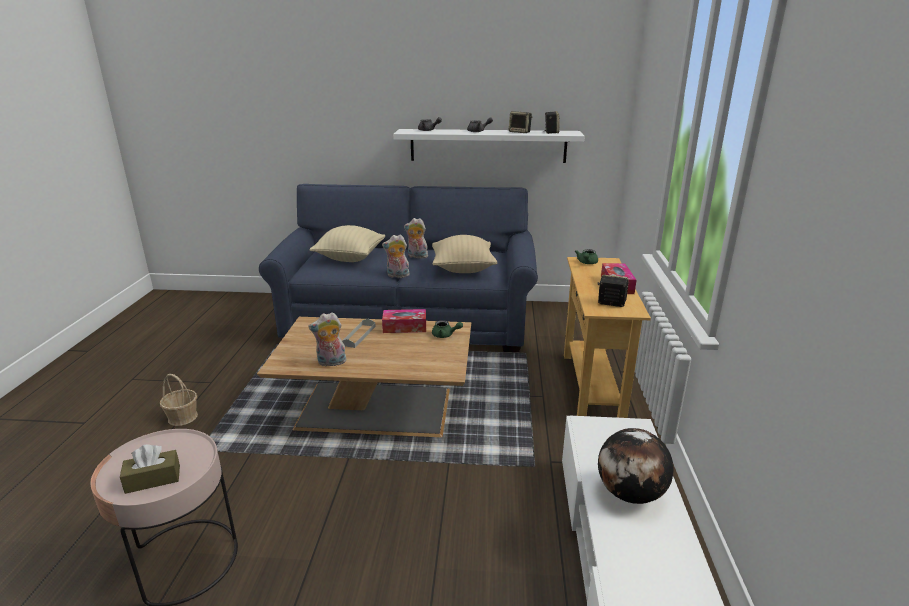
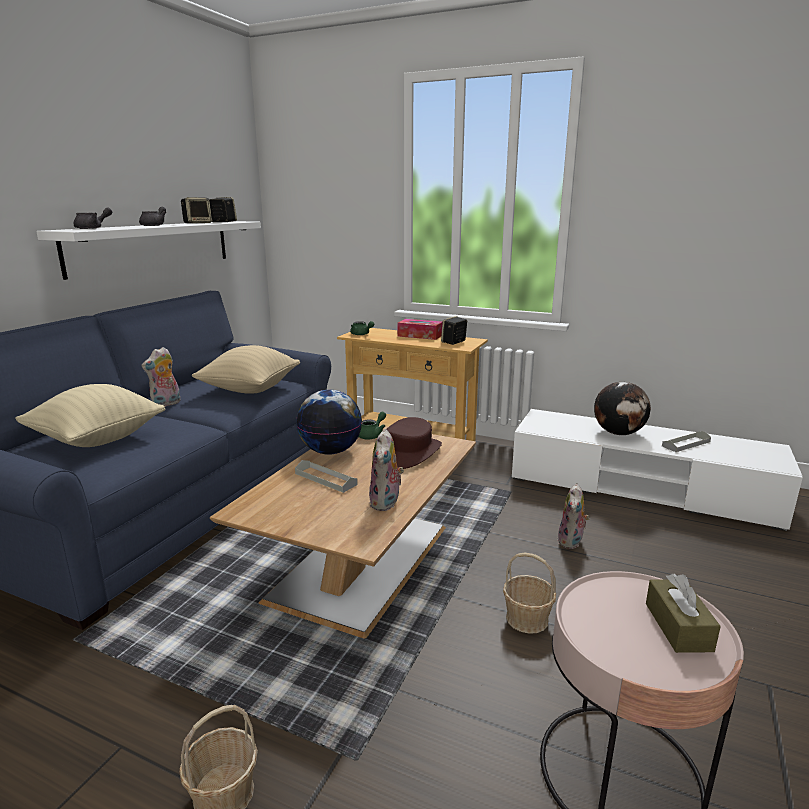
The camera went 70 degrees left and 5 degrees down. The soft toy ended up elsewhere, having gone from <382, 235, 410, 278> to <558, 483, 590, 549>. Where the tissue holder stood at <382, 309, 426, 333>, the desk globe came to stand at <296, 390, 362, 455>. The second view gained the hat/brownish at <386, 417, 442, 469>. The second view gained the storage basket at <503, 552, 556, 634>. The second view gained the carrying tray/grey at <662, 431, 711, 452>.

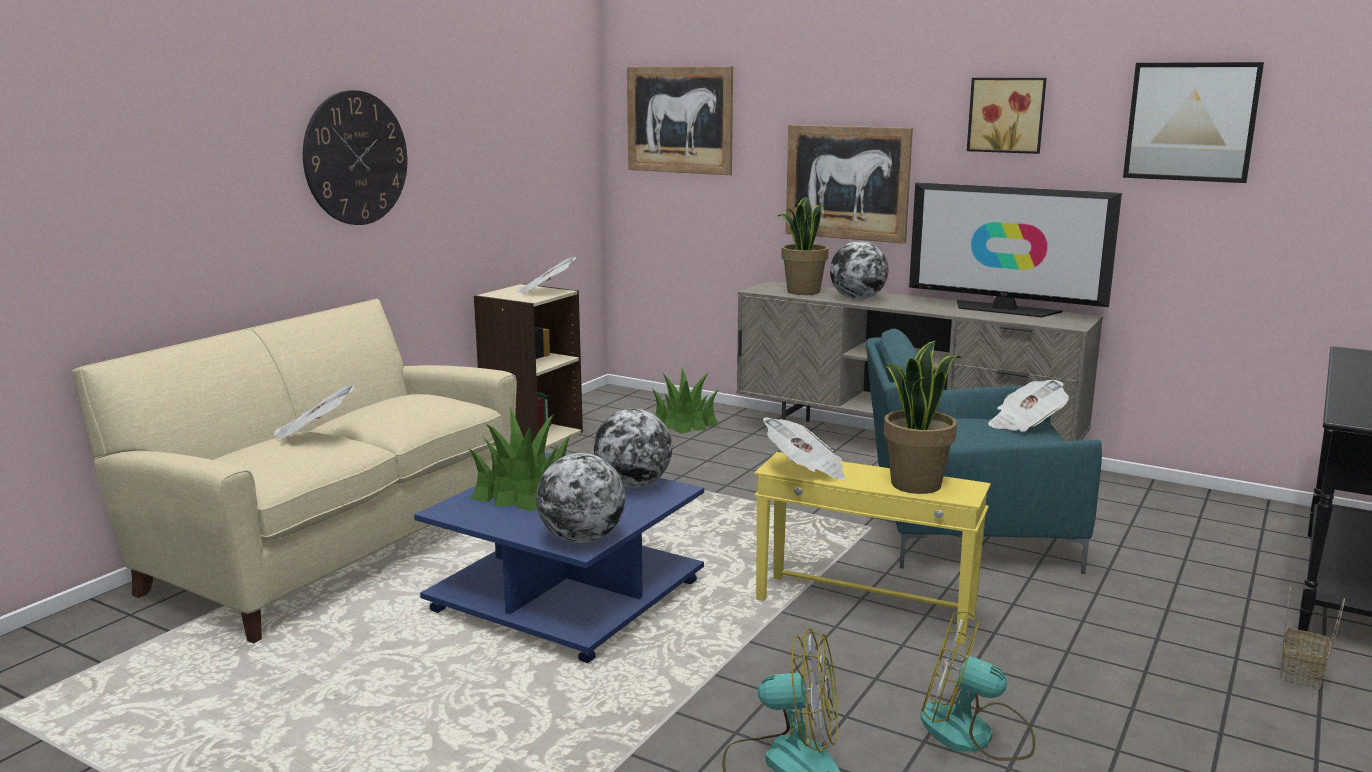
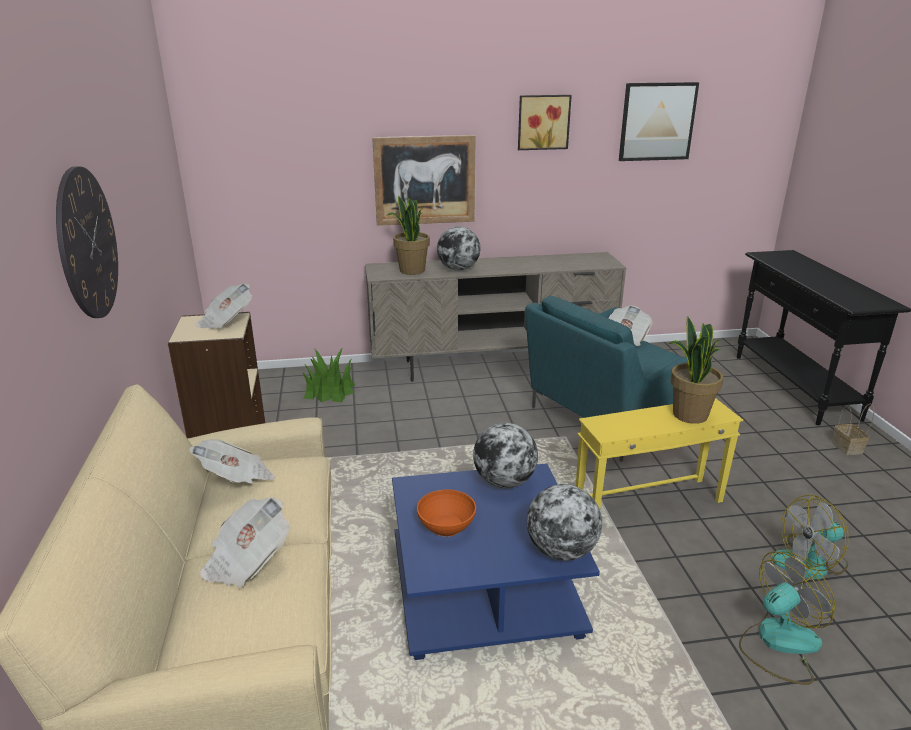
The camera went 40 degrees left and 10 degrees up. Where the houseplant stood at <469, 408, 571, 511>, the bowl/orangey came to stand at <417, 489, 476, 537>. The second view lost the wall picture at <627, 67, 733, 175>. The newspaper ended up elsewhere, having gone from <763, 417, 845, 480> to <189, 439, 276, 483>. The second view lost the TV set at <909, 183, 1122, 317>.

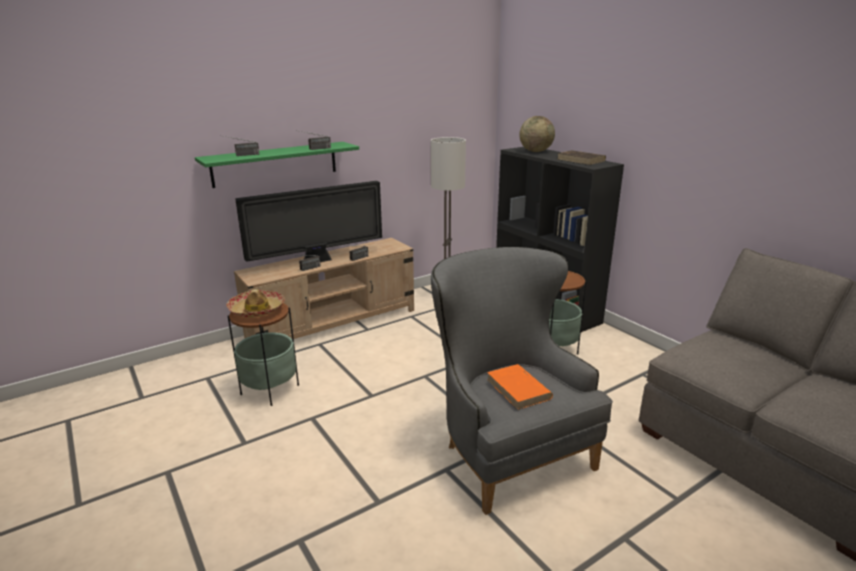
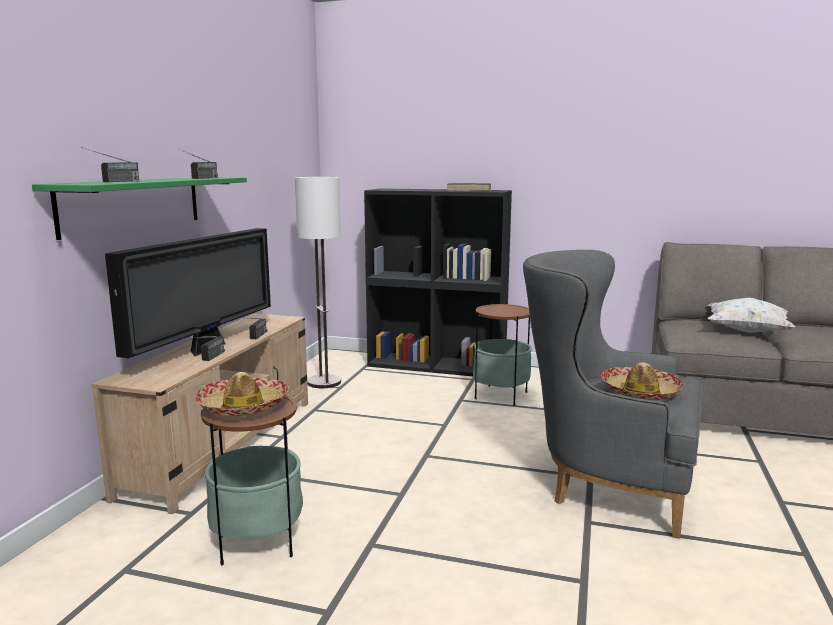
The camera went 40 degrees left and 10 degrees down. Where the volume/orangey stood at <487, 364, 553, 410>, the hat came to stand at <601, 362, 685, 400>. The second view lost the desk globe at <519, 116, 555, 152>. The second view gained the pillow/white-coloured at <707, 298, 795, 332>.

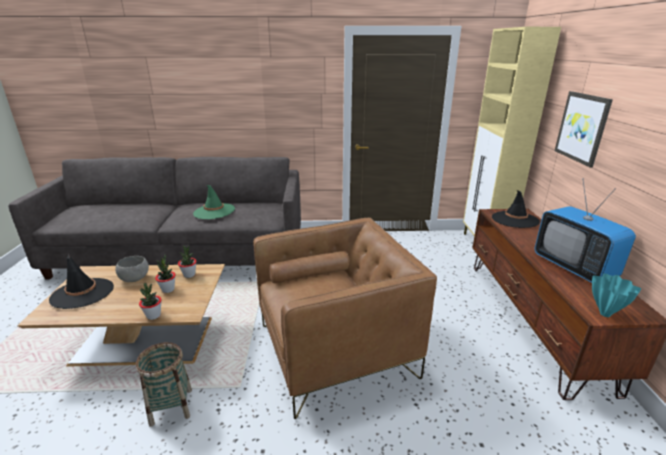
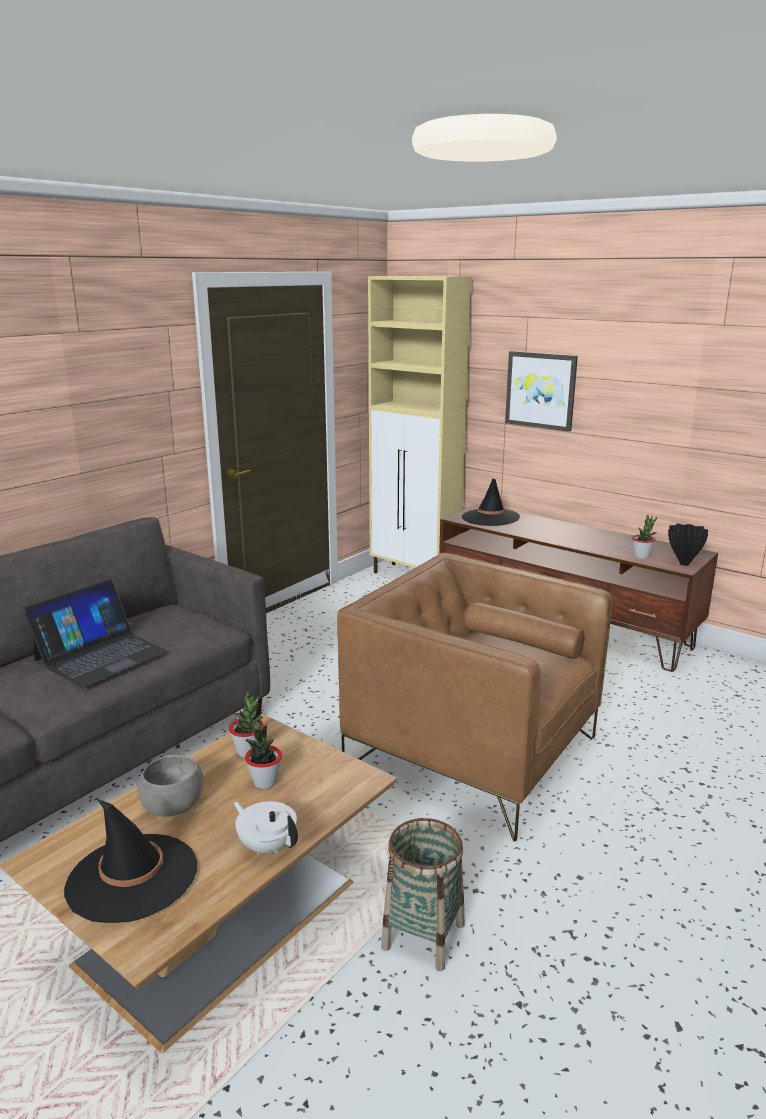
The camera went 50 degrees left and 5 degrees down. The houseplant ended up elsewhere, having gone from <139, 283, 162, 320> to <632, 515, 657, 559>. Where the hat/green-coloured stood at <193, 185, 235, 219>, the portable computer came to stand at <23, 579, 168, 688>. The lounge chair/brownish at <253, 218, 437, 419> ended up facing another way, 75 degrees counterclockwise from before. The second view lost the TV set at <535, 180, 636, 283>. What was the decorative vase/turquoise-coloured at <592, 273, 641, 317> turned into the decorative vase/blackish at <668, 523, 708, 566>. The second view gained the pot for tea/white-coloured at <233, 801, 298, 855>.

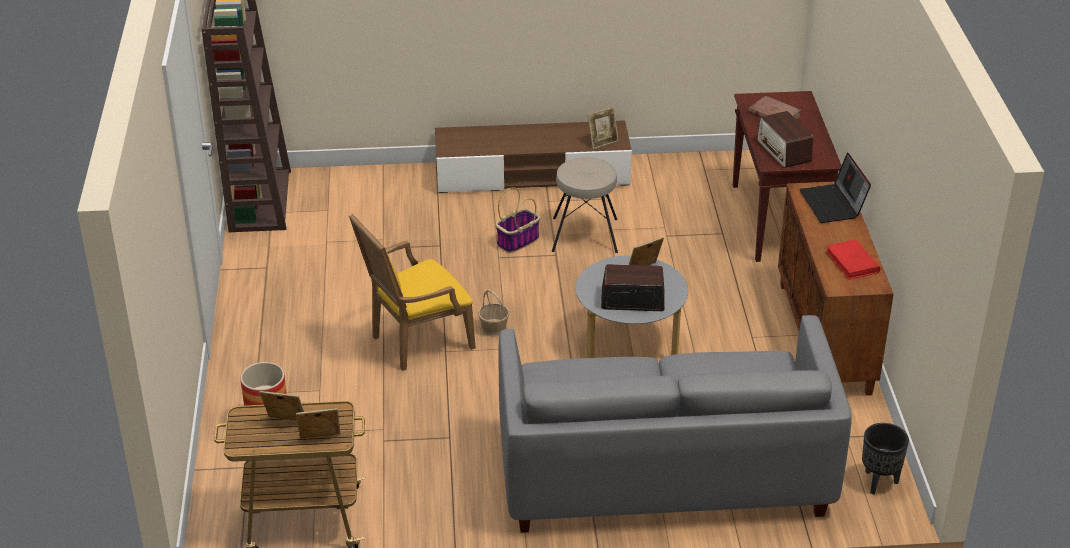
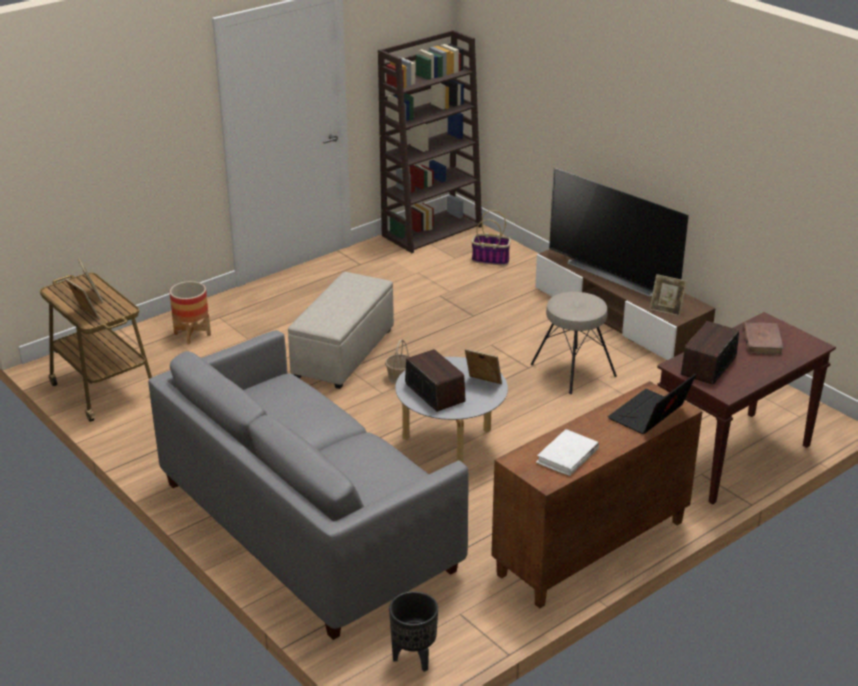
The camera went 55 degrees right and 5 degrees down. Where the lounge chair/yellow stood at <349, 214, 476, 371>, the ottoman/sand-coloured came to stand at <288, 272, 394, 389>. The storage basket ended up elsewhere, having gone from <496, 187, 540, 253> to <471, 210, 511, 266>. What was the volume/red at <826, 240, 880, 280> turned into the volume/white-coloured at <536, 429, 599, 476>. The second view gained the TV set at <549, 167, 689, 296>.

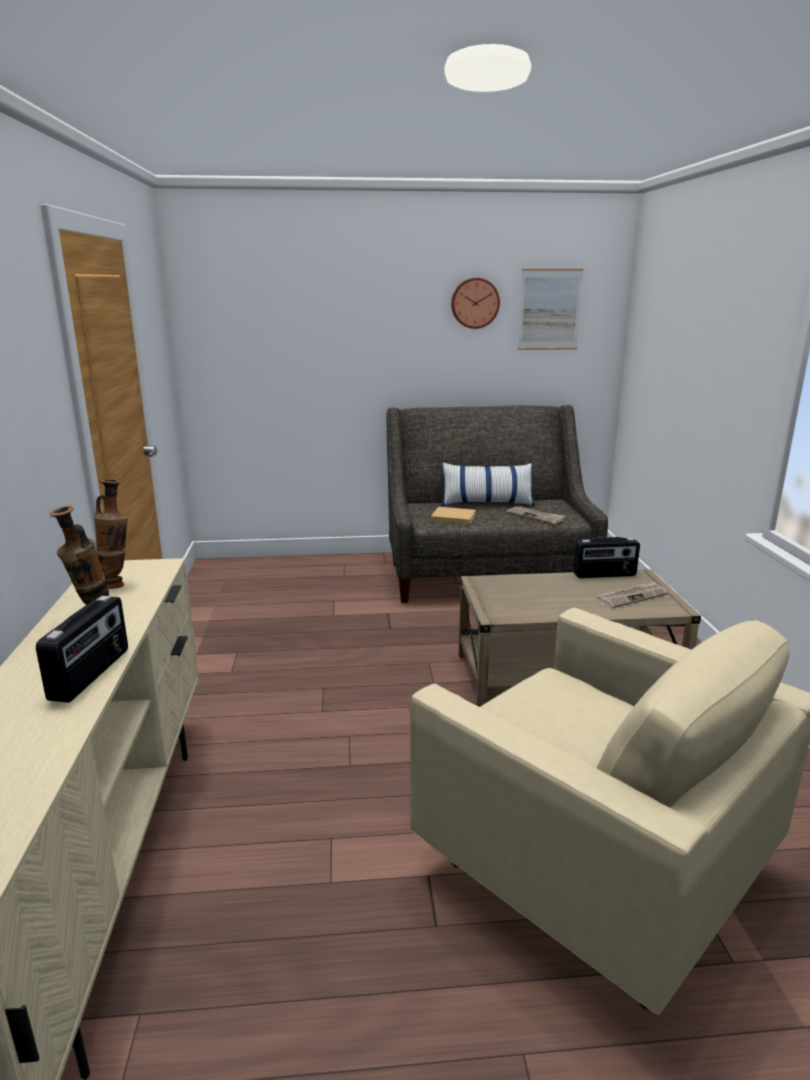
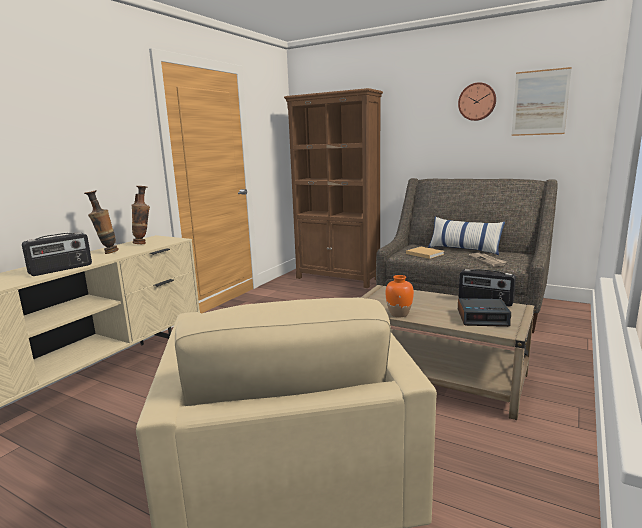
The camera went 35 degrees right and 5 degrees down. Where the newspaper stood at <597, 580, 667, 608>, the alarm clock came to stand at <458, 298, 511, 327>. The second view gained the bookshelf/brownish at <284, 88, 383, 288>. The second view gained the decorative vase/orangey at <385, 275, 414, 317>.

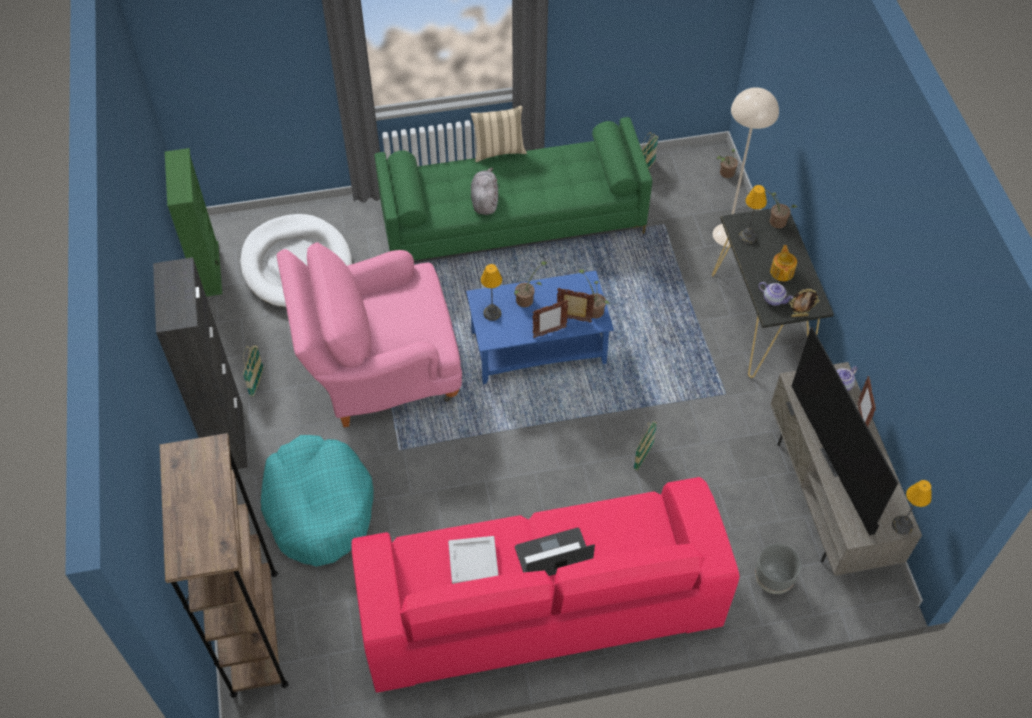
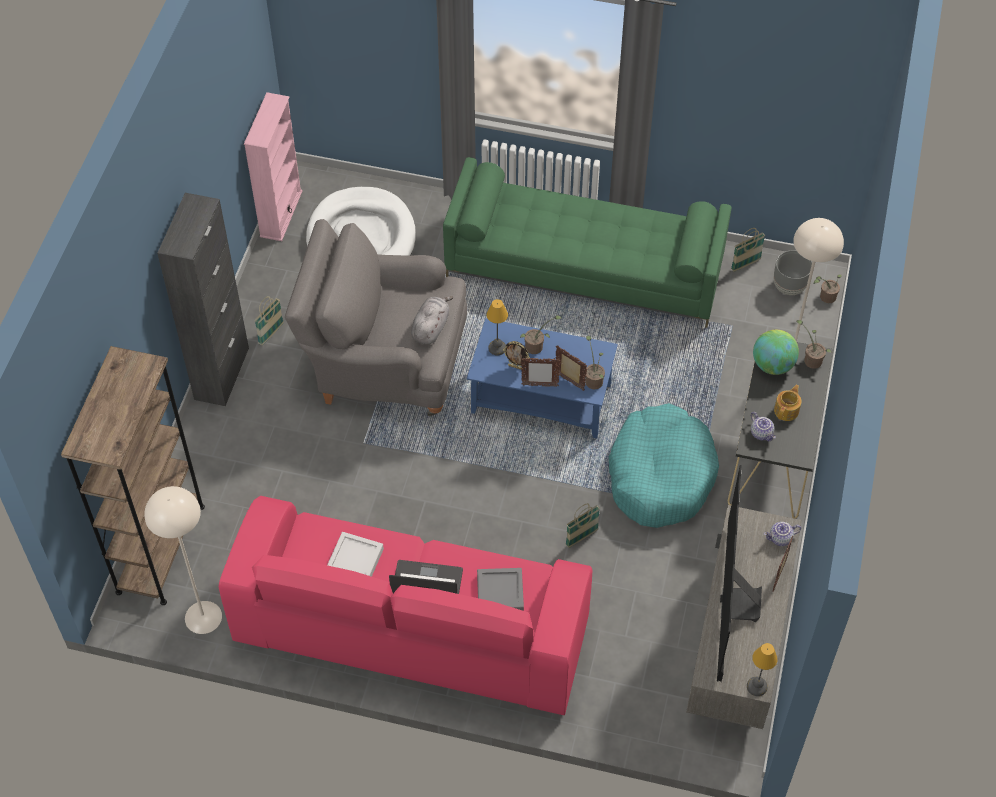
The camera went 25 degrees right and 0 degrees up. What was the bookshelf/green-coloured at <165, 148, 222, 297> turned into the bookshelf/pink at <244, 92, 303, 241>. The pet bed/turquoise-coloured ended up elsewhere, having gone from <261, 435, 373, 567> to <609, 403, 719, 528>. What was the lounge chair/pink at <277, 242, 462, 427> turned into the lounge chair/grey at <285, 219, 467, 416>. The second view lost the pillow/sand-coloured at <470, 105, 527, 162>. The soft toy/grey ended up elsewhere, having gone from <471, 168, 498, 215> to <411, 296, 454, 345>. Where the lamp for a table stood at <739, 185, 767, 244>, the desk globe came to stand at <753, 330, 799, 375>. The plant pot/grey ended up elsewhere, having gone from <755, 544, 801, 594> to <774, 250, 812, 295>. The picture frame ended up elsewhere, having gone from <790, 289, 819, 317> to <503, 341, 530, 370>. The second view gained the standing lamp/sand-coloured at <144, 486, 222, 634>. The second view gained the carrying tray/grey at <477, 568, 524, 611>.

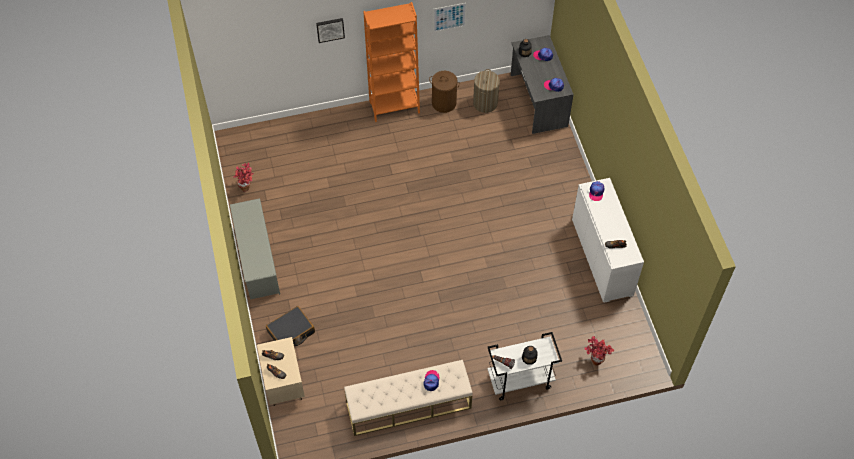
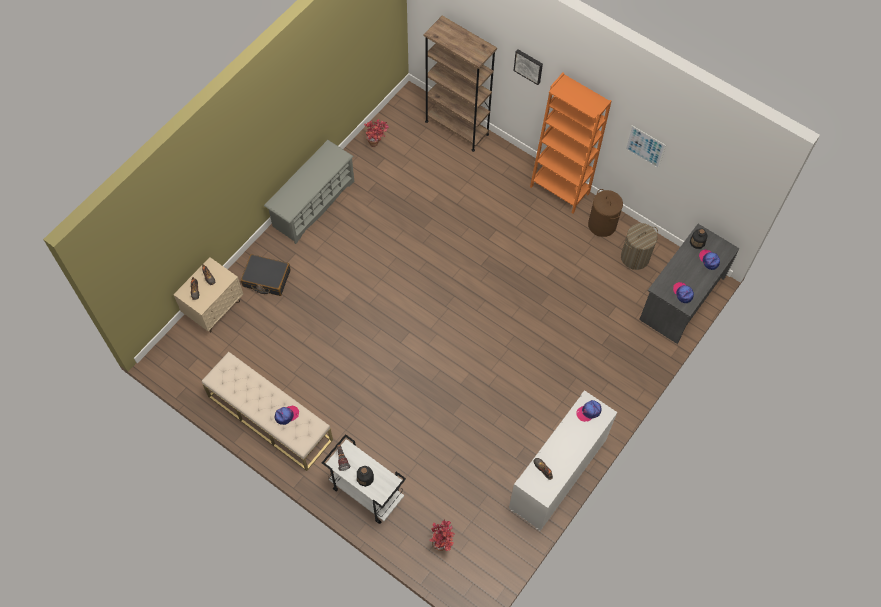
The camera went 50 degrees right and 5 degrees up. The second view gained the bookshelf/brownish at <424, 16, 497, 152>.

